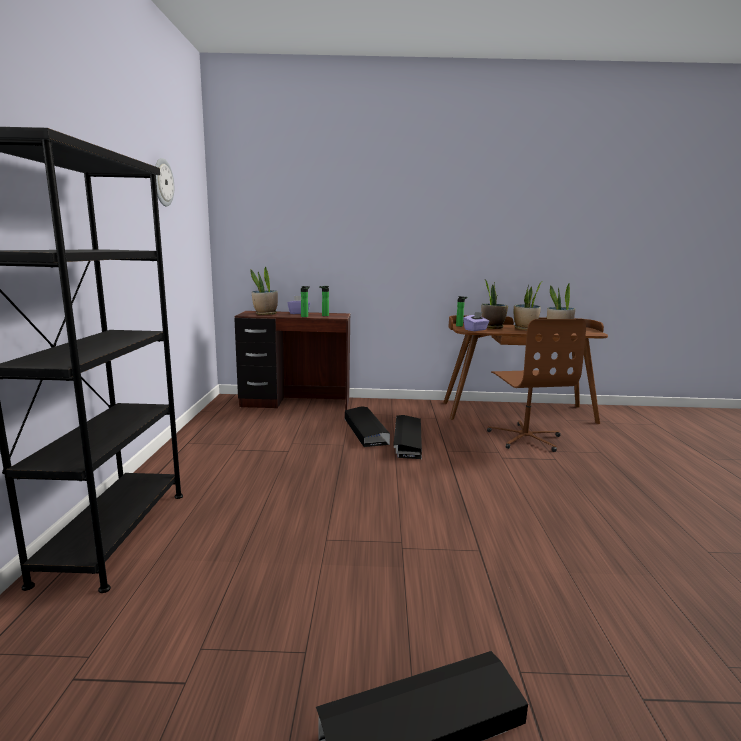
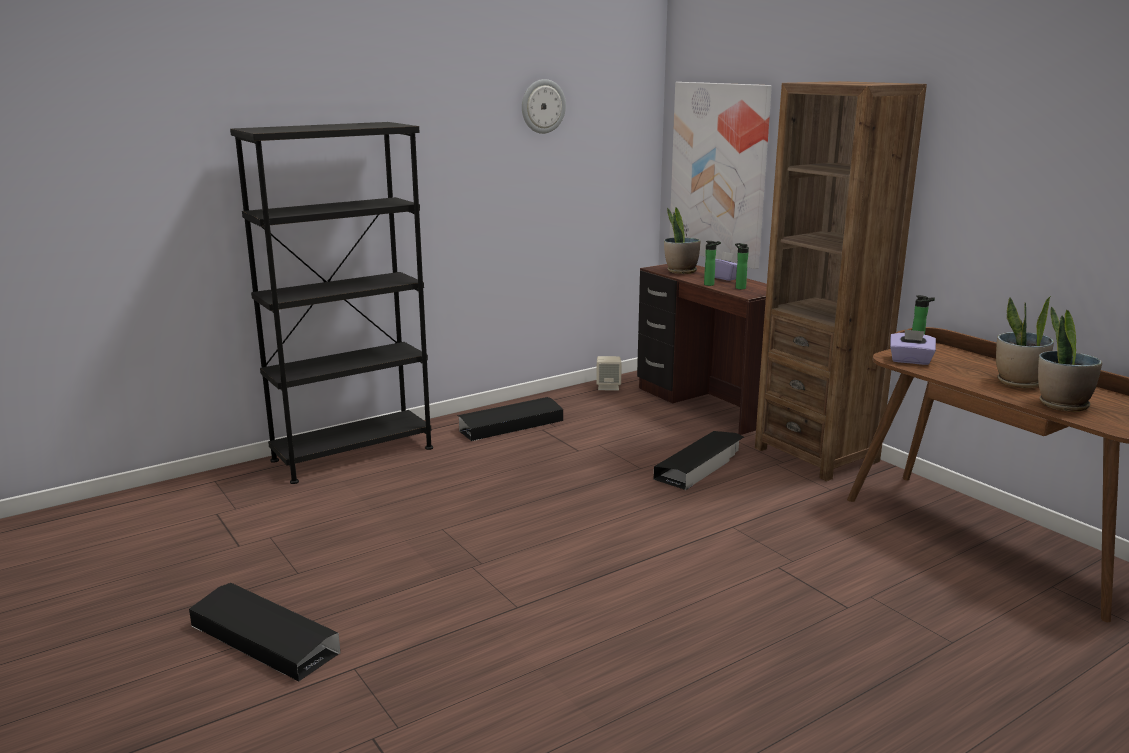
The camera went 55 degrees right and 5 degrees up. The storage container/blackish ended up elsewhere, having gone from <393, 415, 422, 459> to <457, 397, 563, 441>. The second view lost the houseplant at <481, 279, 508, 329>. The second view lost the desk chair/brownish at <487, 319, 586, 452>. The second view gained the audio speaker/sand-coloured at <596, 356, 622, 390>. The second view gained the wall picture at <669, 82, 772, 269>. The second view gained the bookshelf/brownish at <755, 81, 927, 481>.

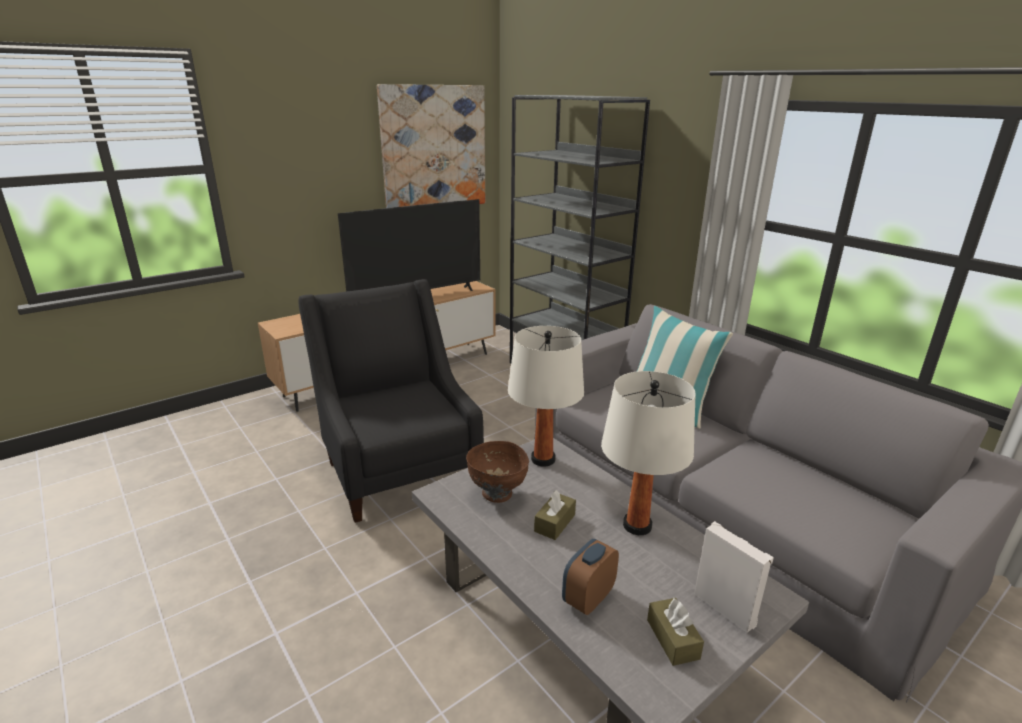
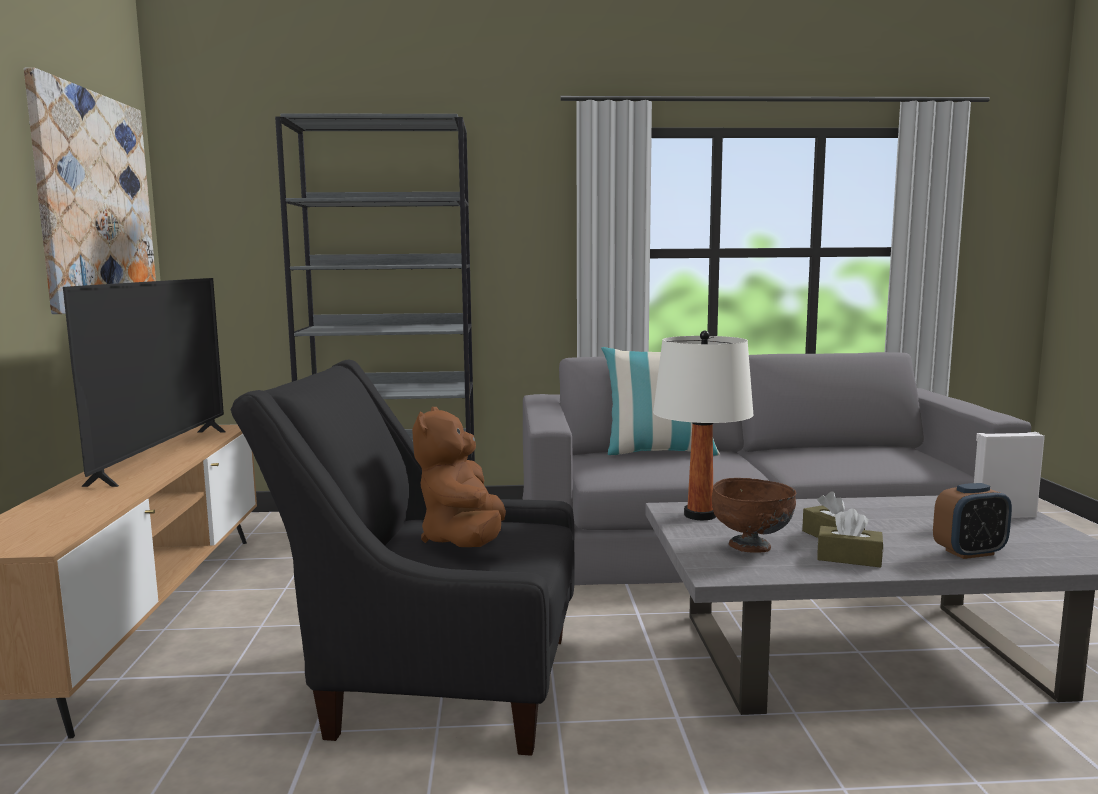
The camera went 55 degrees left and 15 degrees down. The alarm clock at <562, 539, 619, 615> ended up facing another way, 90 degrees counterclockwise from before. The second view lost the lamp for a table/white-coloured at <601, 371, 696, 535>. The tissue holder/brownish ended up elsewhere, having gone from <647, 598, 704, 666> to <817, 509, 883, 568>. The second view gained the soft toy/brownish at <412, 407, 506, 547>.

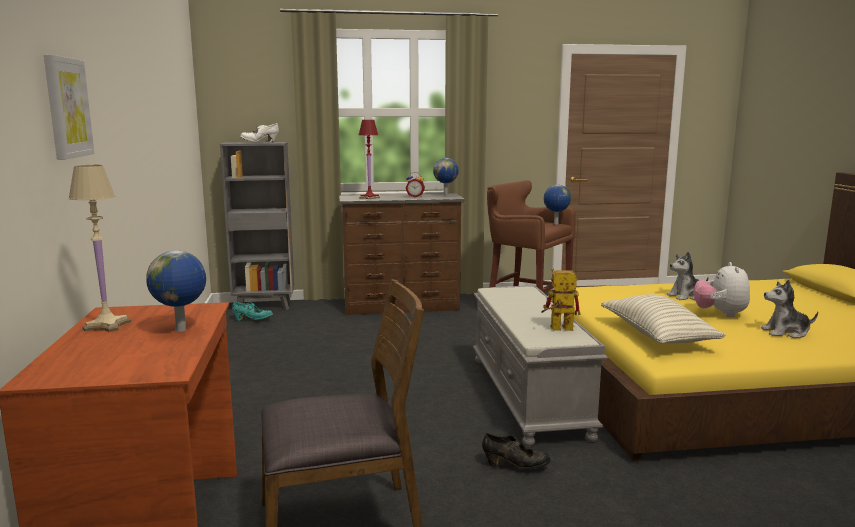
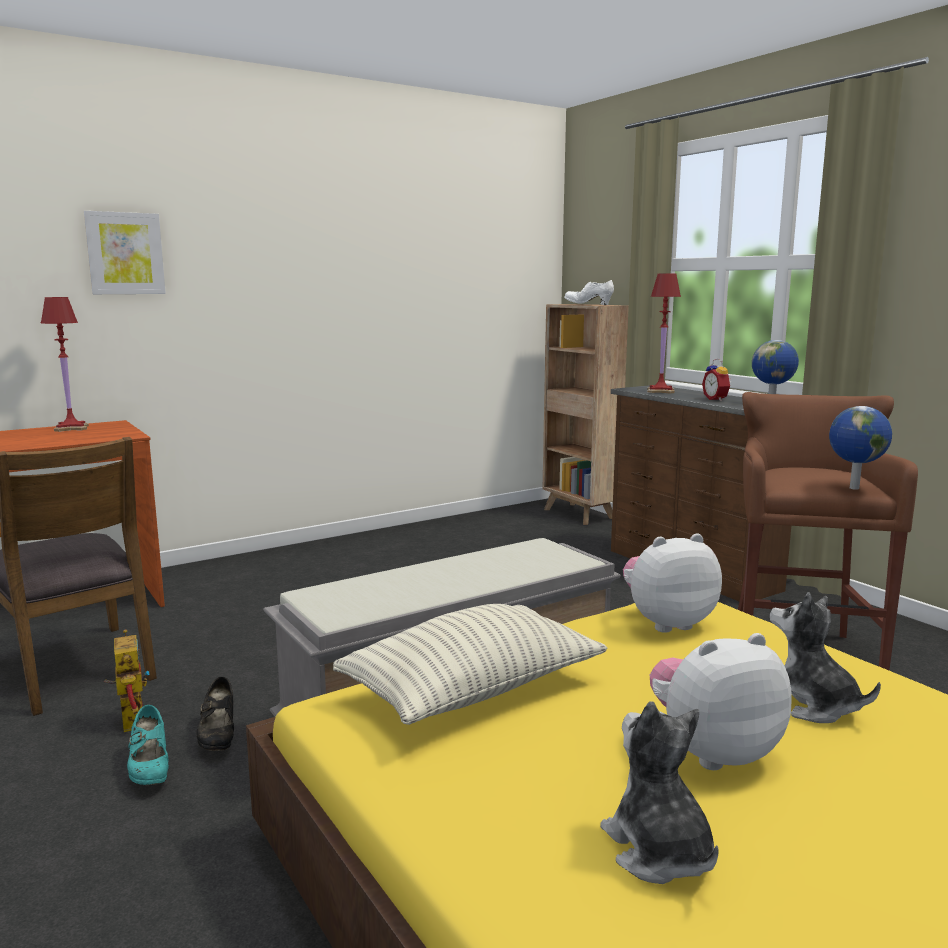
The camera went 65 degrees right and 0 degrees up. What was the lamp for a table/sand-coloured at <68, 165, 131, 332> turned into the lamp for a table/red at <40, 297, 89, 432>. The second view lost the desk globe at <146, 250, 206, 332>. What was the bookshelf/grey at <220, 142, 294, 310> turned into the bookshelf/brownish at <542, 304, 629, 525>. The item of footwear/turquoise-coloured ended up elsewhere, having gone from <232, 302, 273, 321> to <127, 705, 169, 785>. The model robot ended up elsewhere, having gone from <541, 268, 581, 331> to <104, 629, 150, 732>. The second view gained the soft toy at <623, 534, 722, 633>.

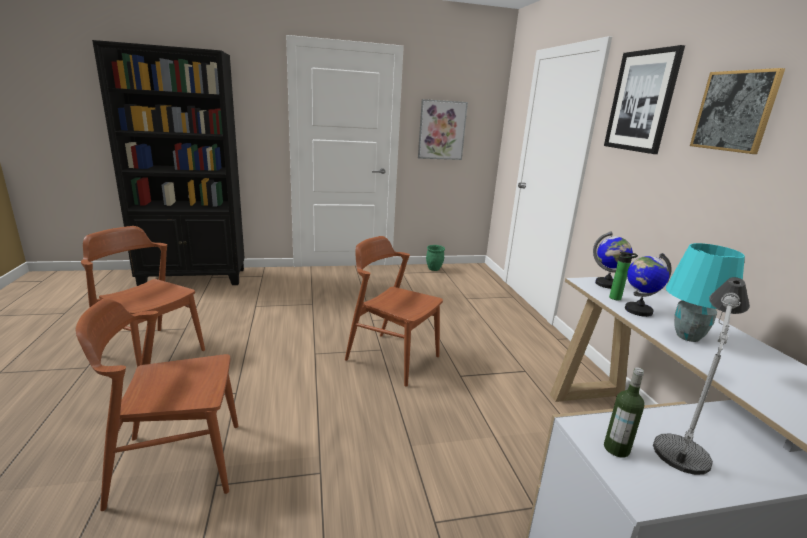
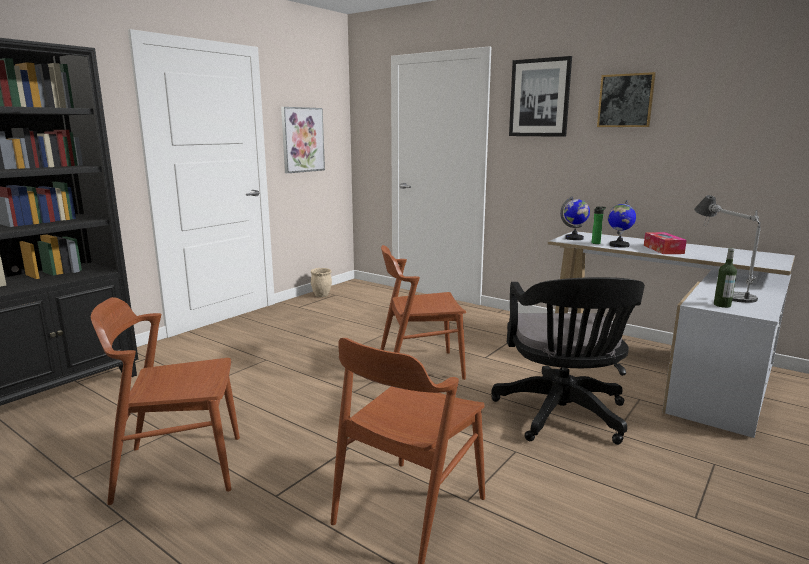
The camera went 40 degrees left and 5 degrees down. What was the plant pot/green-coloured at <426, 245, 445, 271> turned into the plant pot/sand-coloured at <311, 268, 332, 297>. Where the lamp for a table/turquoise-coloured stood at <666, 243, 745, 342>, the tissue holder came to stand at <644, 232, 687, 254>. The second view gained the desk chair/blackish at <491, 277, 645, 445>.

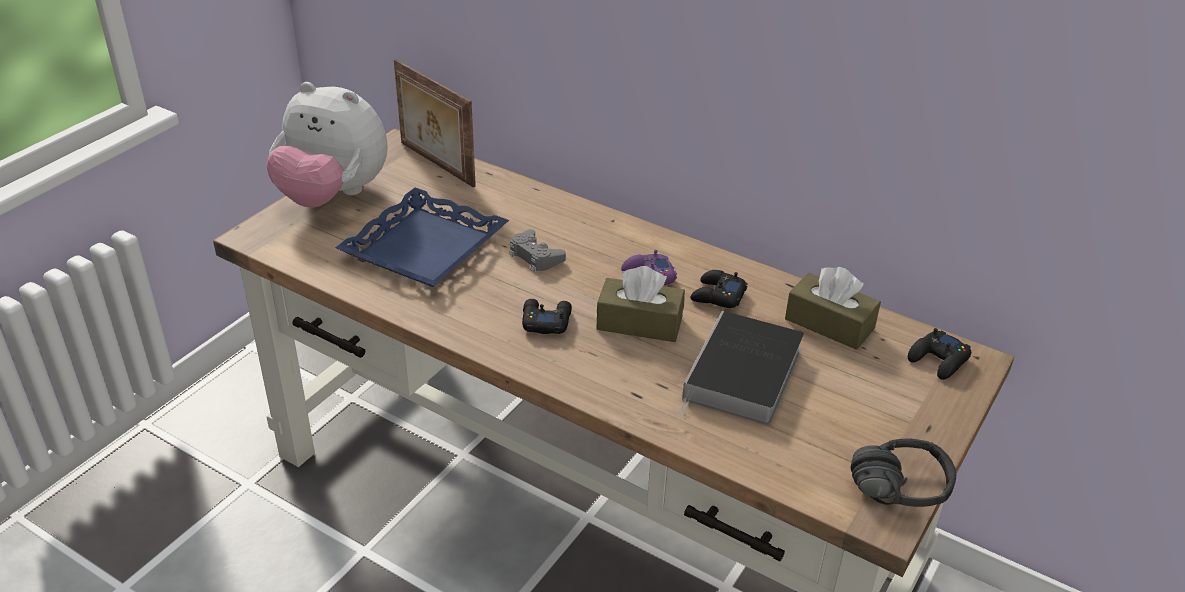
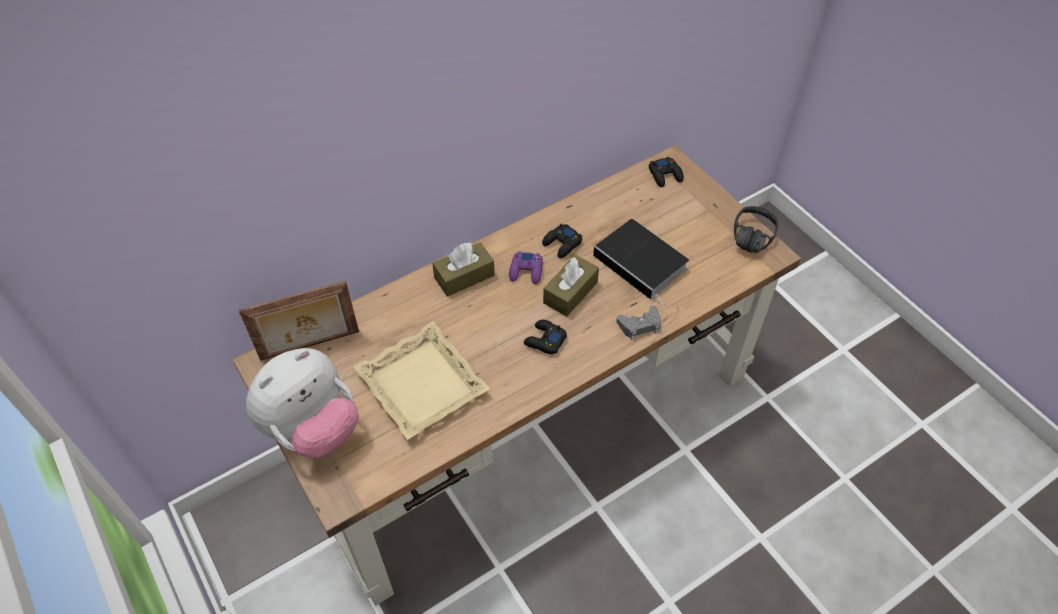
The camera went 65 degrees left and 15 degrees up. What was the carrying tray/blue at <335, 188, 509, 287> turned into the carrying tray/sand-coloured at <353, 321, 490, 440>. The game controller/grey ended up elsewhere, having gone from <509, 229, 566, 272> to <617, 306, 661, 340>. The tissue holder/brownish ended up elsewhere, having gone from <785, 267, 881, 350> to <432, 242, 495, 297>.

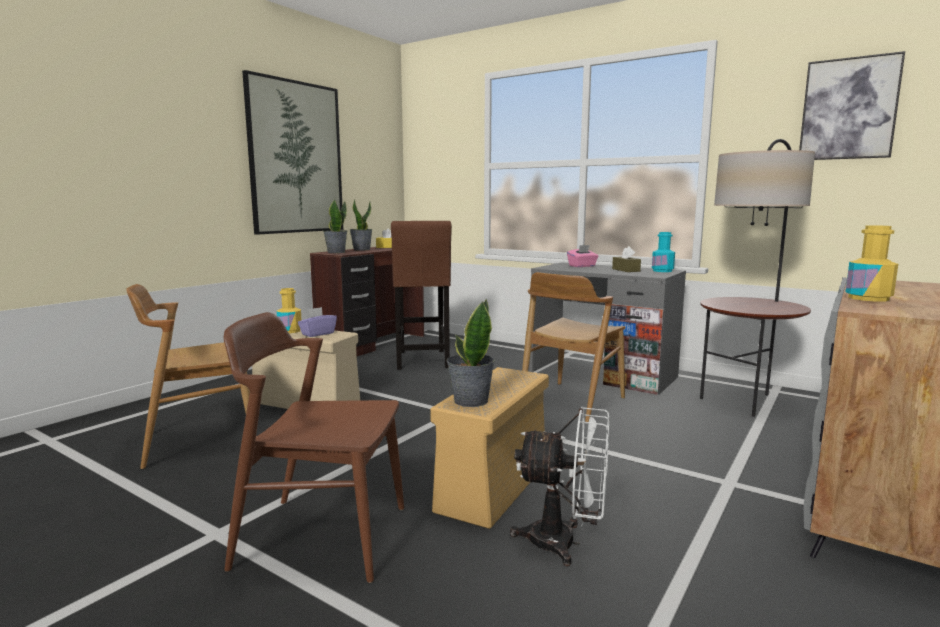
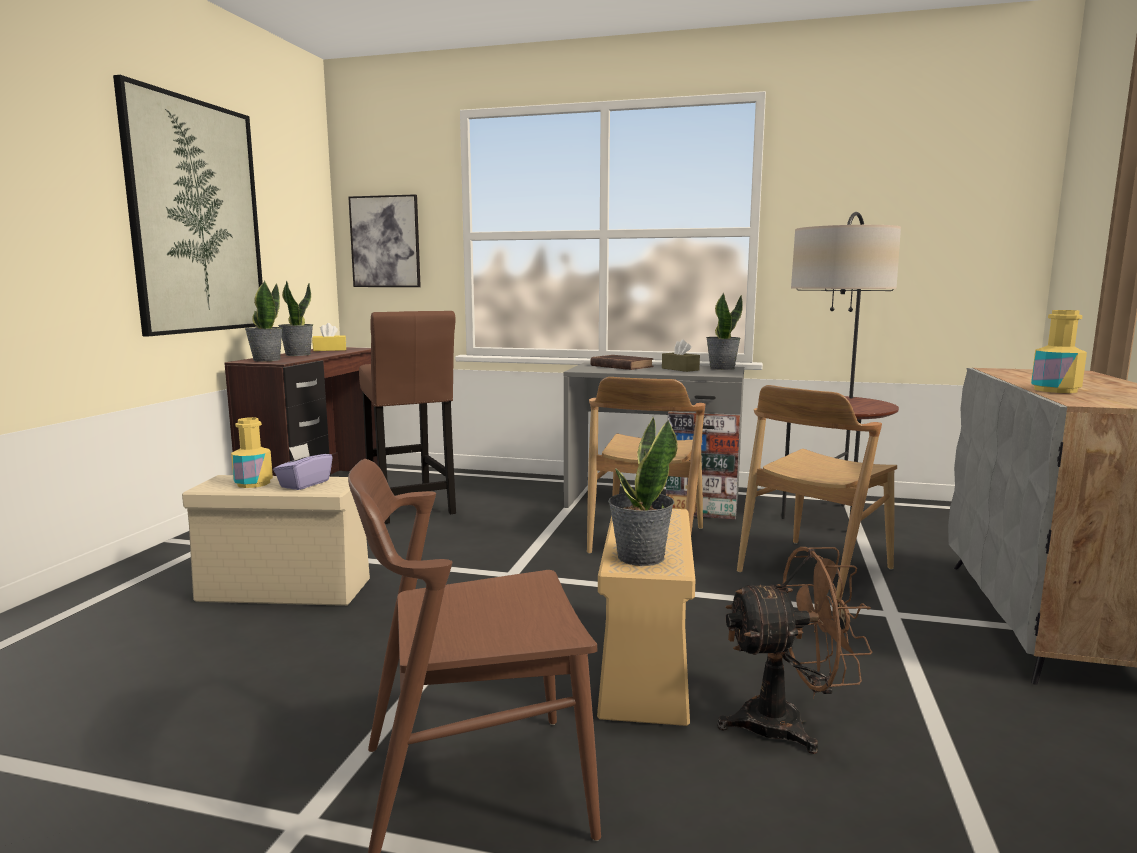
The camera went 20 degrees left and 0 degrees up. The upright chair/brownish ended up elsewhere, having gone from <126, 284, 250, 469> to <737, 385, 897, 600>. What was the electric fan/white-coloured at <510, 407, 609, 566> turned into the electric fan/brownish at <717, 547, 873, 754>. Where the tissue holder/pink stood at <567, 245, 598, 267>, the volume/brownish came to stand at <590, 355, 653, 370>. Where the drink bottle/turquoise-coloured stood at <652, 232, 675, 272>, the houseplant came to stand at <706, 293, 743, 370>. The wall picture ended up elsewhere, having gone from <799, 51, 905, 160> to <348, 194, 421, 287>.

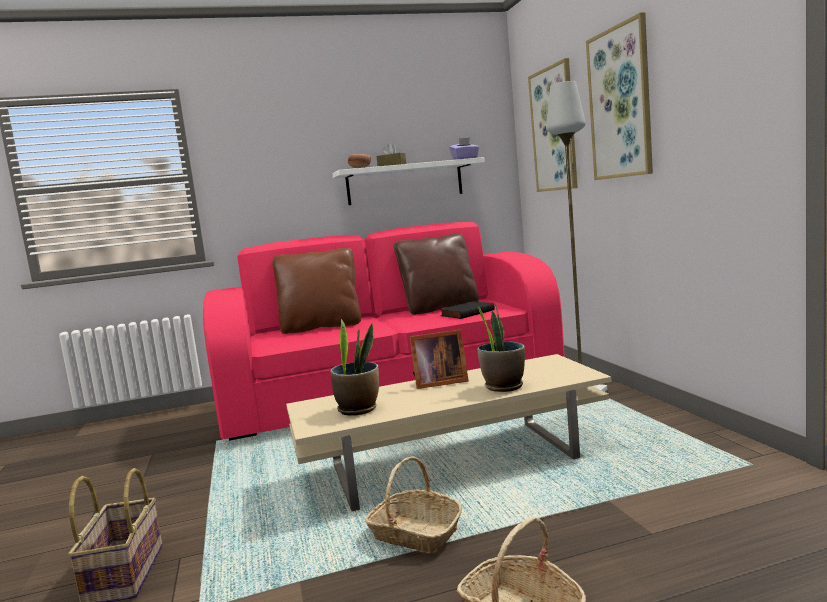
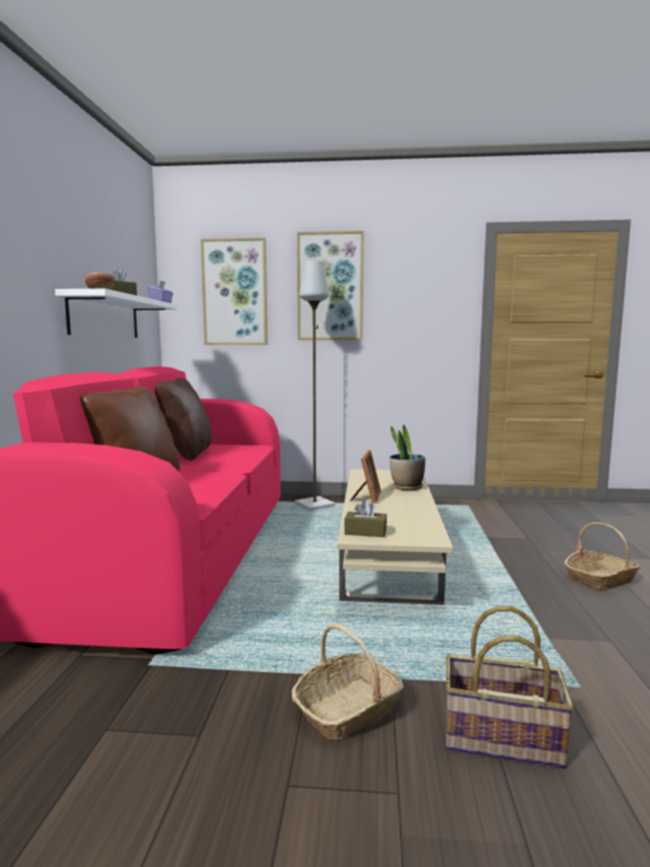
The camera went 70 degrees left and 0 degrees up. The second view lost the houseplant at <330, 319, 379, 416>. The storage basket ended up elsewhere, having gone from <365, 456, 462, 554> to <292, 624, 404, 740>. The second view lost the volume/blackish at <440, 301, 495, 319>. The second view gained the tissue holder/brownish at <344, 500, 387, 537>.

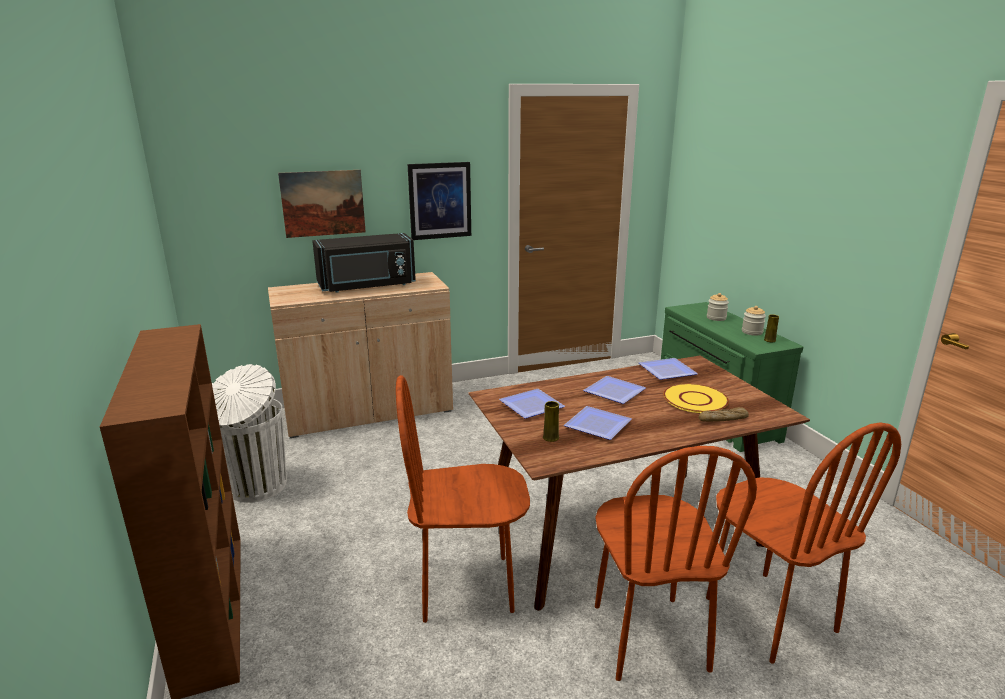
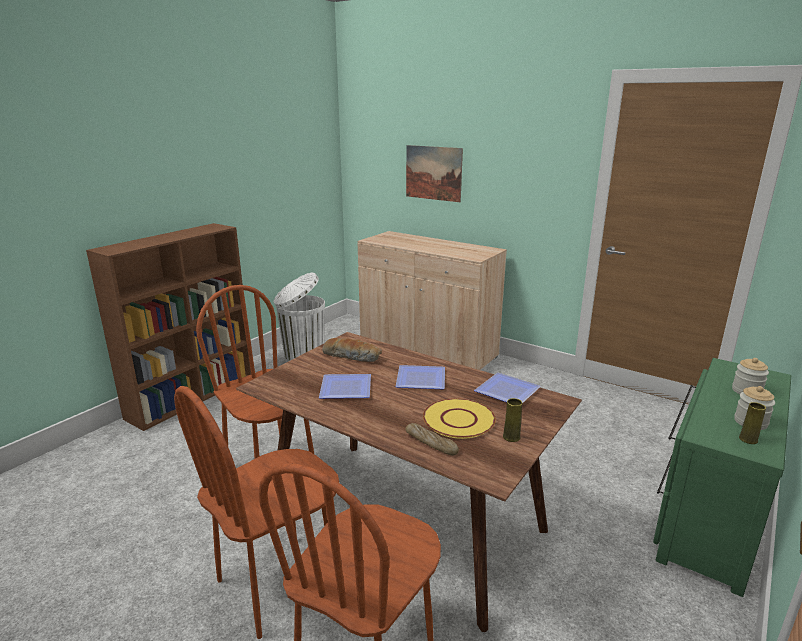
The camera went 55 degrees right and 0 degrees up. The second view lost the kitchen microwave/blackish at <312, 233, 416, 293>. The second view lost the wall picture at <408, 162, 471, 240>. Where the flat dish stood at <499, 389, 565, 419>, the bread came to stand at <322, 338, 382, 362>. The decorative vase/yellow ended up elsewhere, having gone from <543, 401, 559, 442> to <503, 398, 522, 442>.

